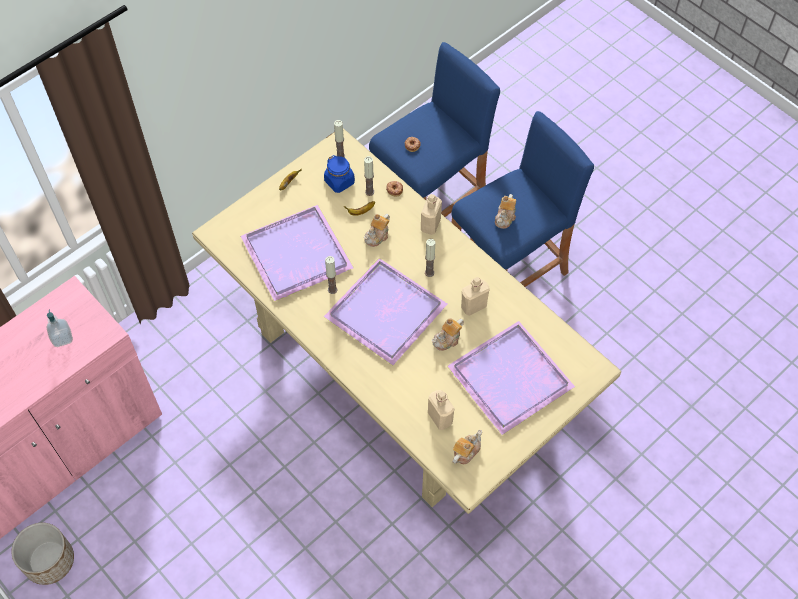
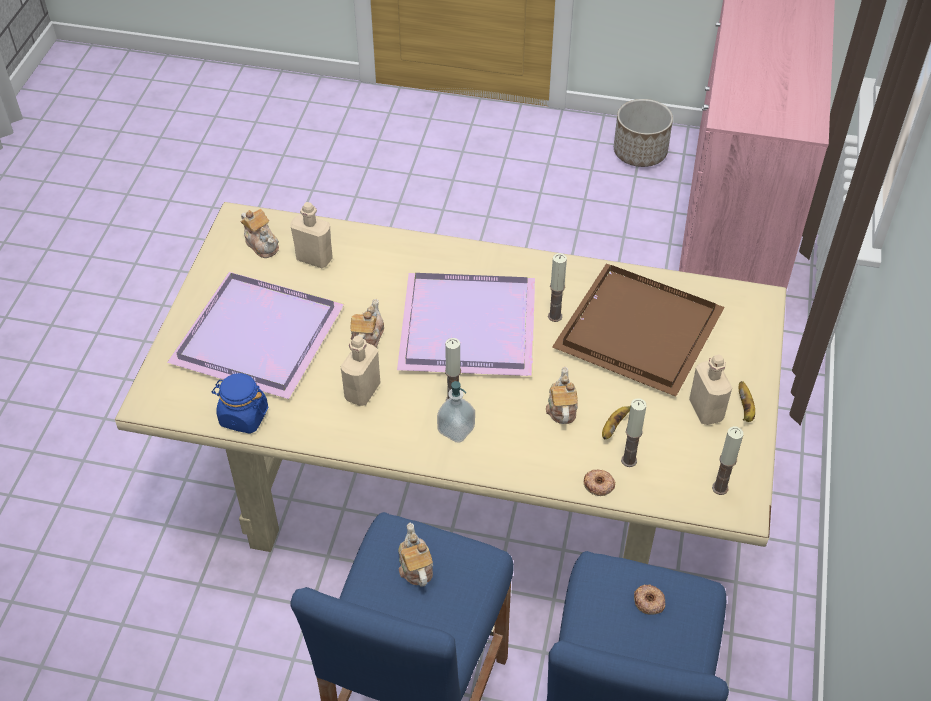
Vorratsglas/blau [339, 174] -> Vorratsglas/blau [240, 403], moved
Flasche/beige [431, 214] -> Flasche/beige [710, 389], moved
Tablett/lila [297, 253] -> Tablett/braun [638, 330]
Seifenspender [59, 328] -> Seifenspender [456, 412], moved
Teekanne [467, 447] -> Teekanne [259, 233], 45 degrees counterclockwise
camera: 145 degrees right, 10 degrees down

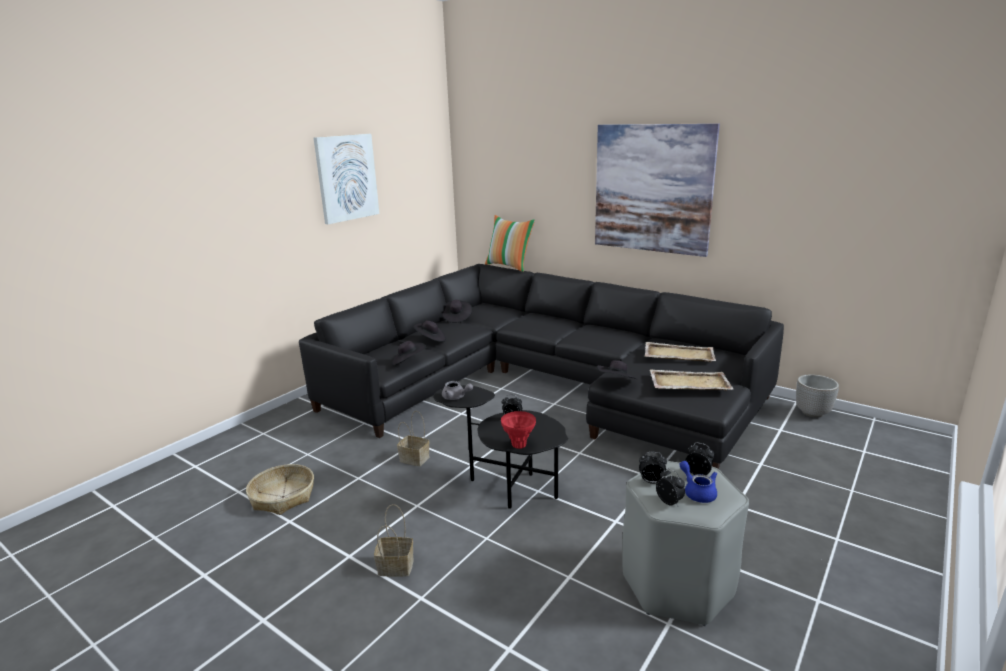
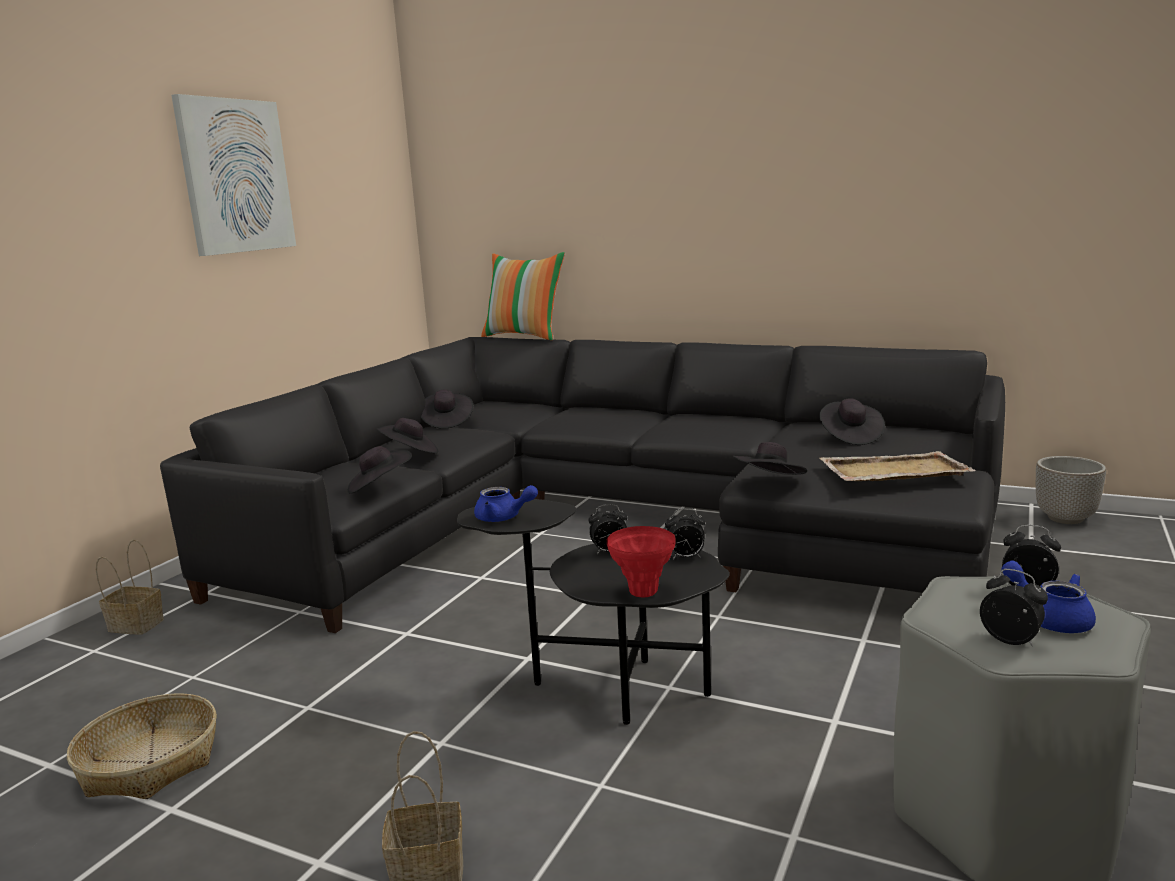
Bild [657, 190] -> none
Tablett/beige [680, 352] -> Hut/schwarz [852, 421]
Teekanne/grau [457, 390] -> Teekanne/blau [506, 503]
Korb [413, 438] -> Korb [130, 586], moved
Wecker [653, 468] -> Wecker [685, 533], moved
camera: 10 degrees left, 5 degrees down

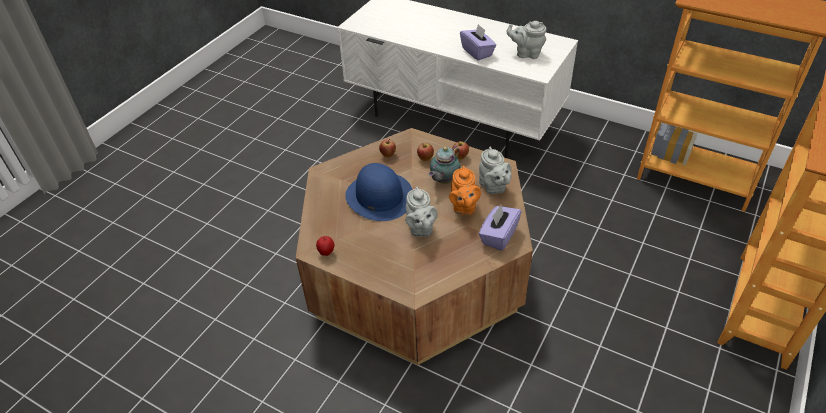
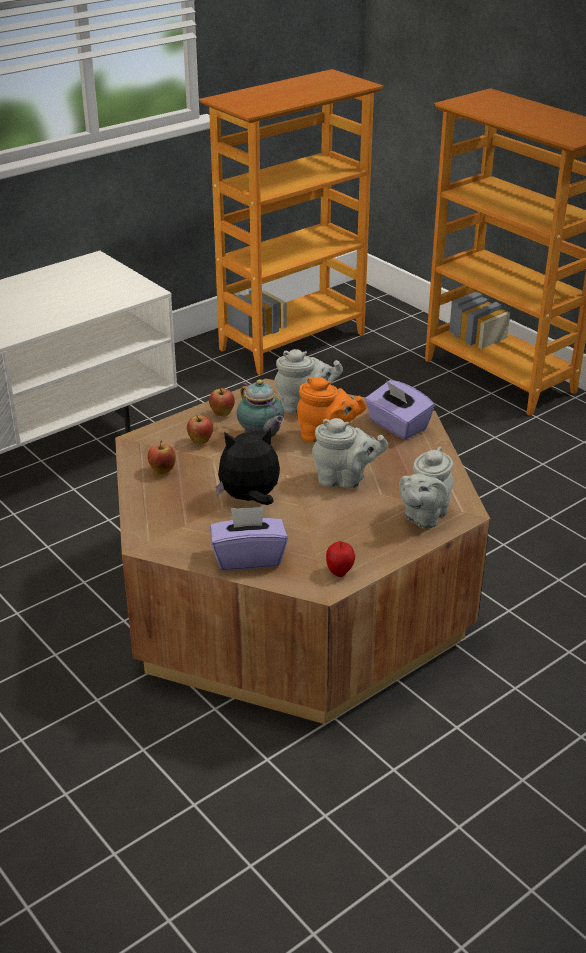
Teekanne/grau [526, 40] -> Teekanne/grau [426, 488], moved
Taschentuchbox/lila [478, 42] -> Taschentuchbox/lila [249, 539], moved
Hut/blau [379, 192] -> Plüschtier [248, 466]
camera: 70 degrees left, 10 degrees down

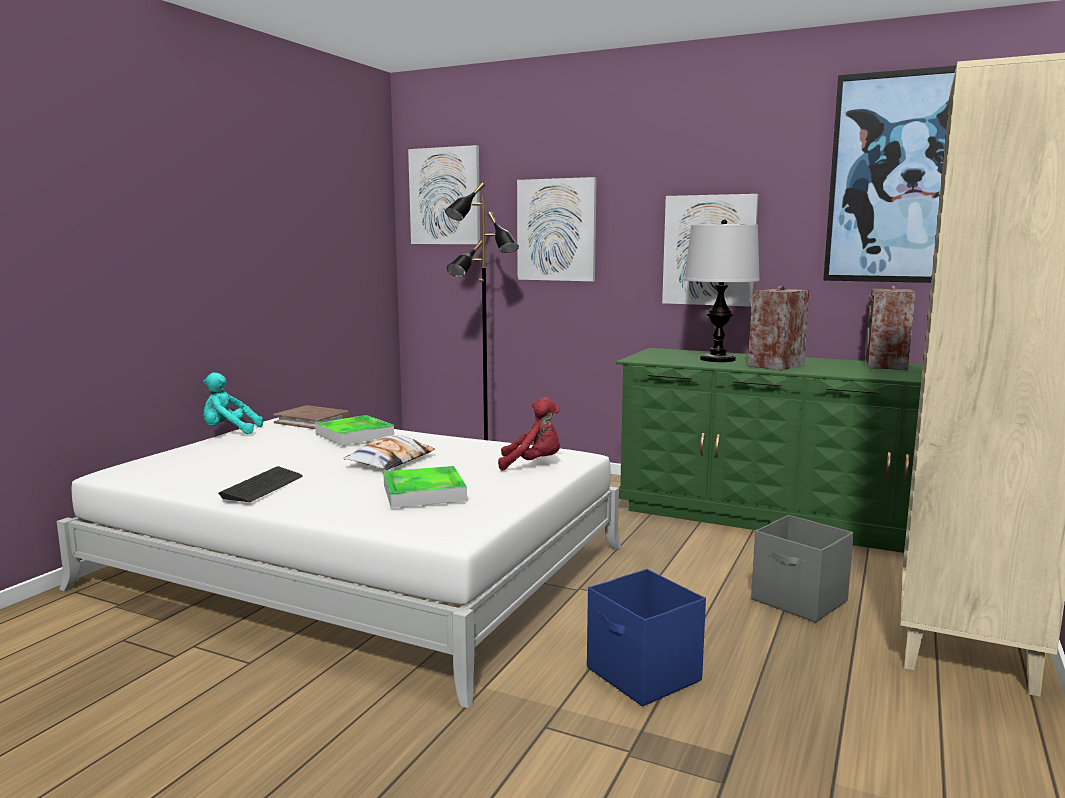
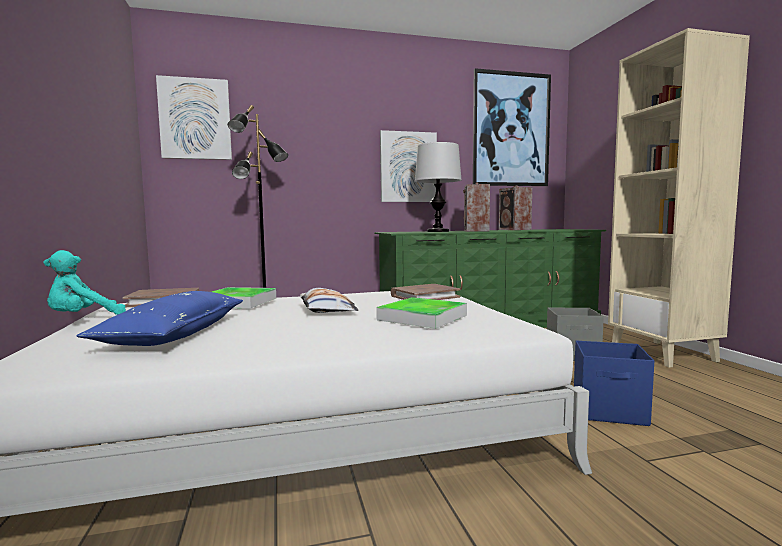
Bild [557, 229] -> none
Plüschtier/rot [529, 434] -> Buch/braun [425, 292]
Tastatur [261, 484] -> none
none -> Kissen/blau [159, 318]
camera: 40 degrees left, 5 degrees down

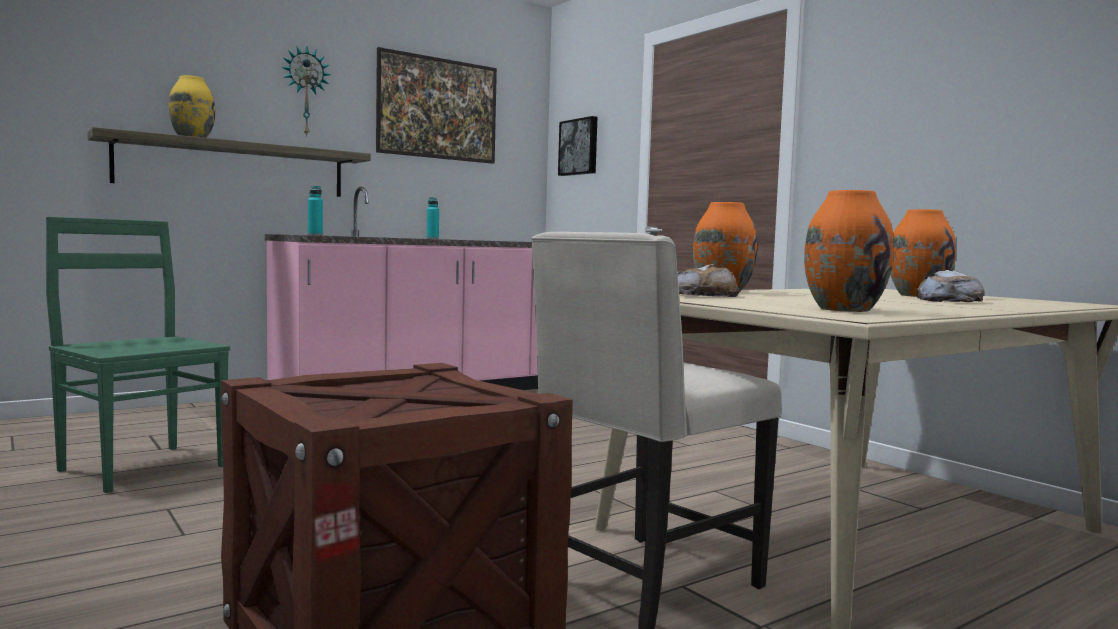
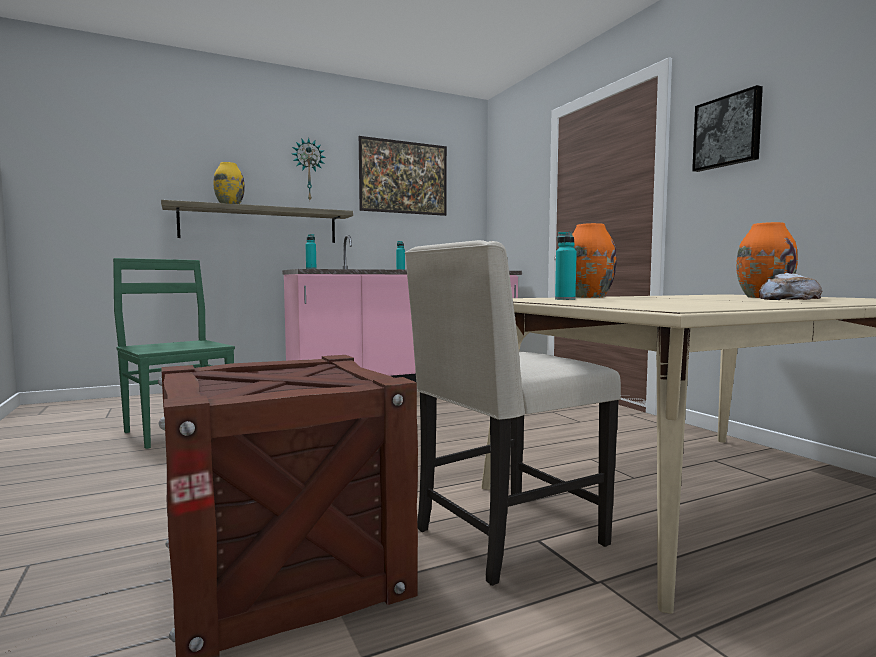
Bild [577, 146] -> Bild [727, 128], moved
Vase/orange [849, 251] -> none
Brot [709, 280] -> Flasche/türkis [566, 265]
camera: 10 degrees right, 0 degrees up

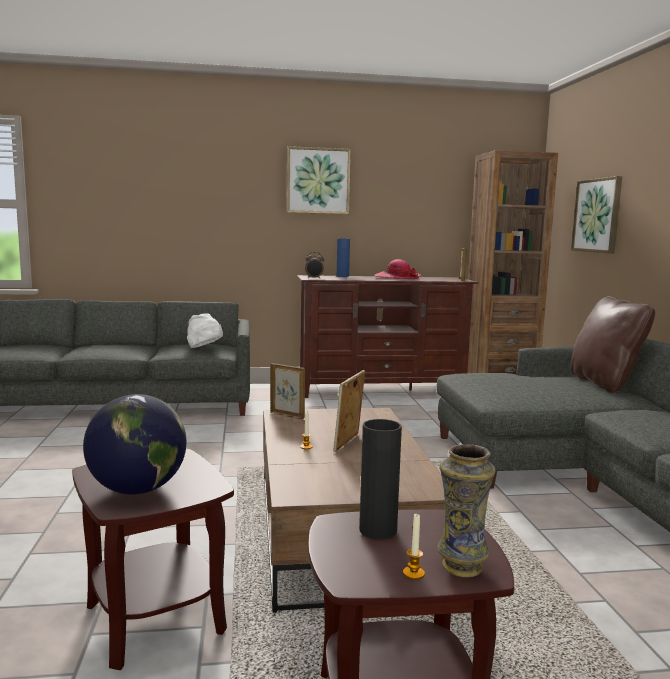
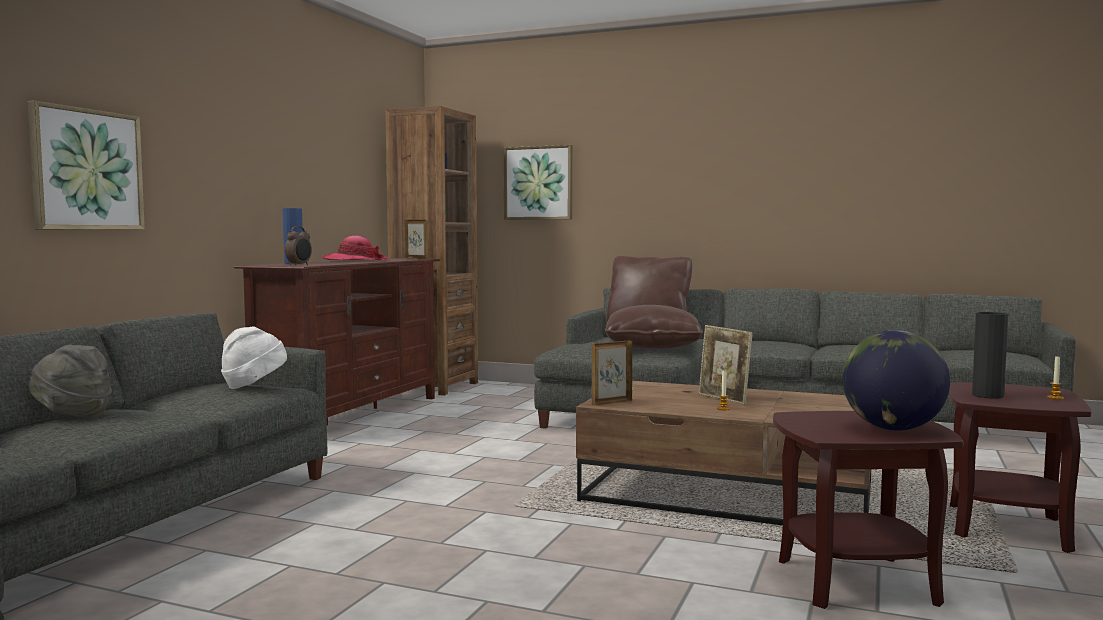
Bild [318, 180] -> Bild [86, 165], moved
Vase [467, 511] -> none
none -> Kissen/braun [653, 327]
none -> Hut/grau [70, 381]
camera: 60 degrees left, 5 degrees down

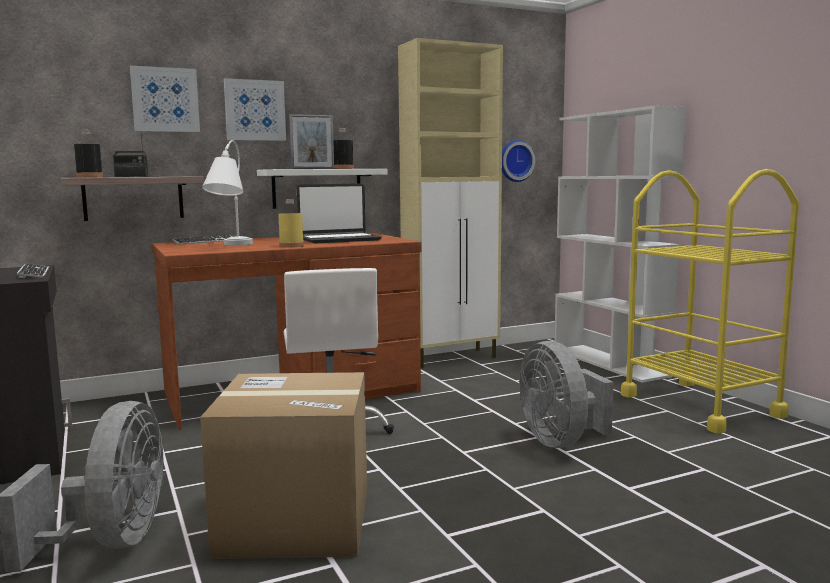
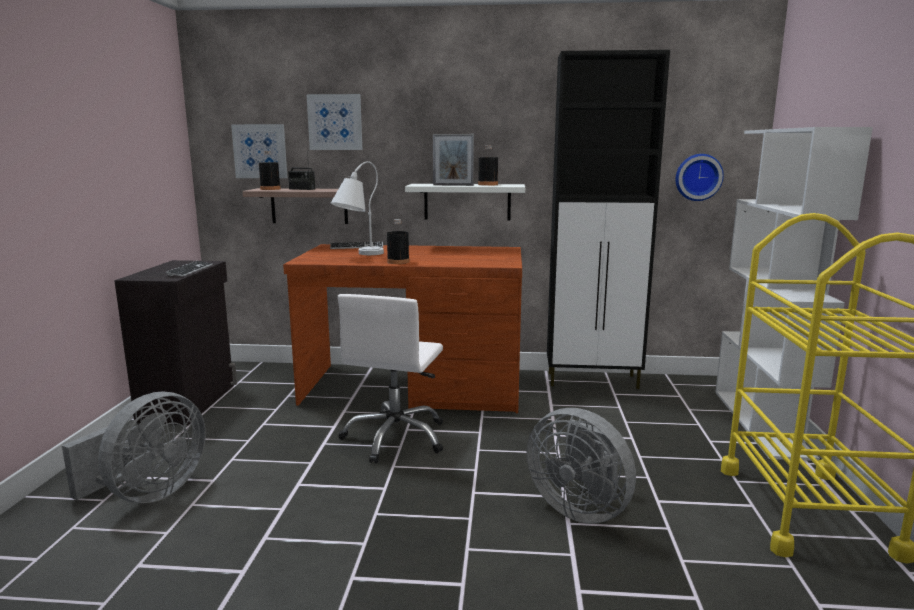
Schrank/beige [450, 203] -> Schrank/schwarz [608, 219]
Bild [255, 109] -> Bild [259, 151], moved
Laptop [339, 213] -> none
Flasche/gelb [291, 223] -> Flasche/schwarz [398, 241]
Ventilator/grau [566, 394] -> Ventilator/grau [581, 466], 60 degrees counterclockwise
Karton [283, 465] -> none
camera: 30 degrees right, 5 degrees up

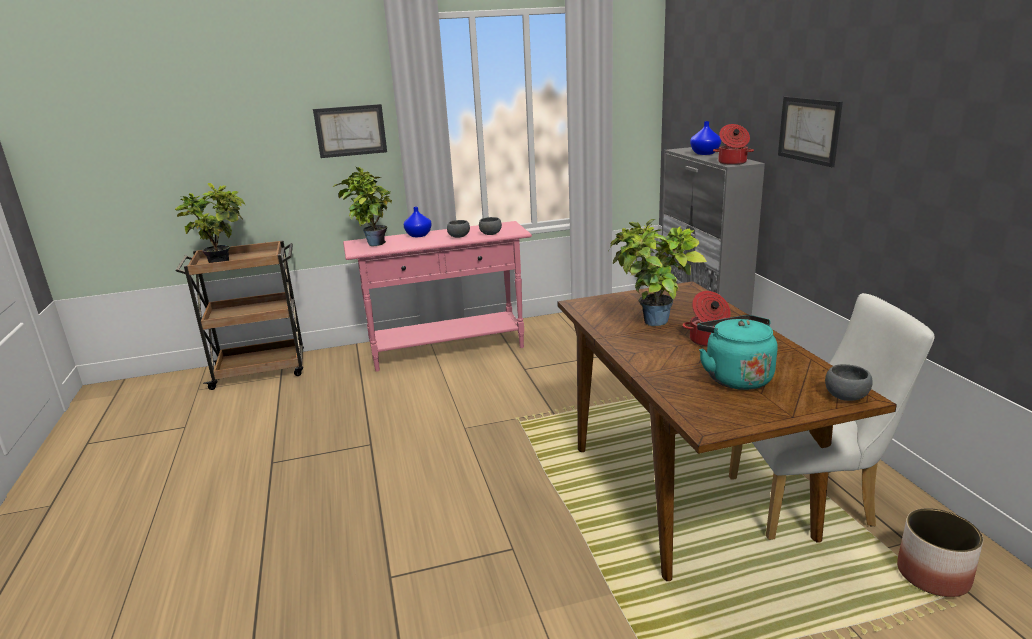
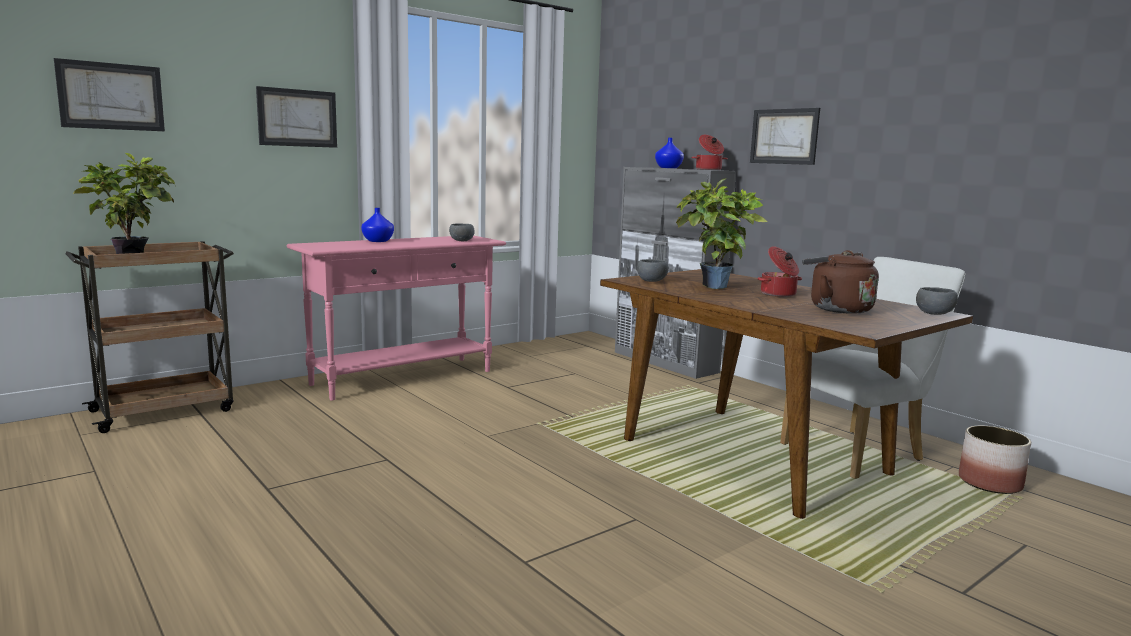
Topfpflanze [362, 206] -> none
Schüssel/grau [458, 229] -> Schüssel/grau [653, 270], moved
Wasserkessel/türkis [737, 352] -> Wasserkessel/braun [840, 282]
none -> Bild [109, 94]
camera: 25 degrees left, 10 degrees down

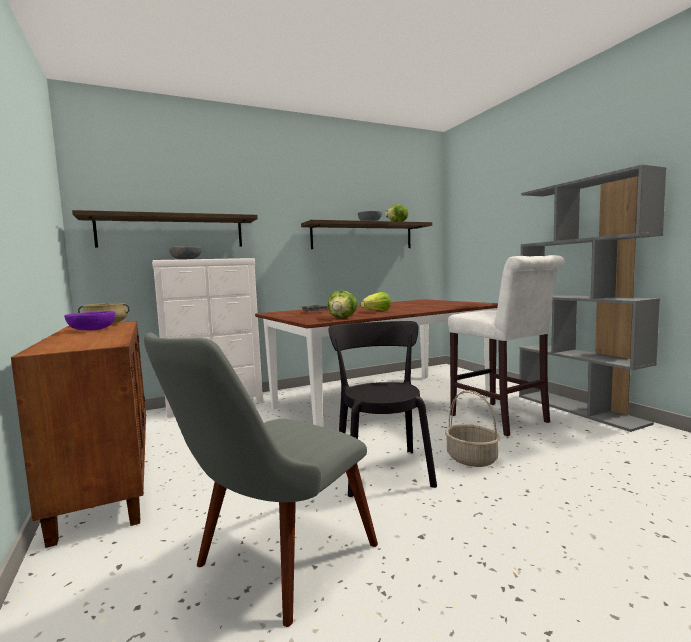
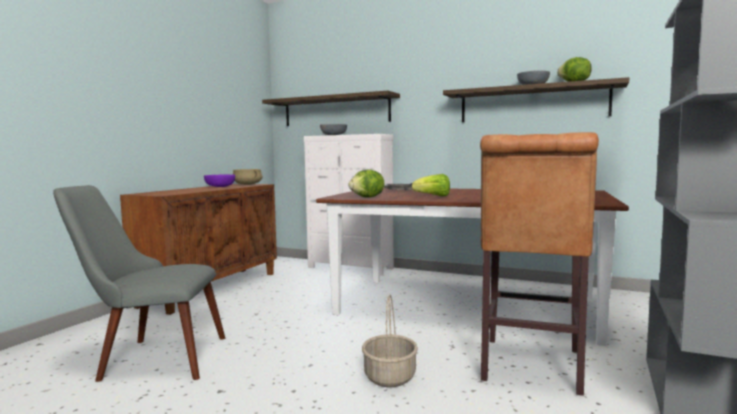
Hocker/weiß [506, 346] -> Hocker/braun [539, 264]
Stuhl/schwarz [382, 409] -> none
camera: 50 degrees right, 0 degrees up

